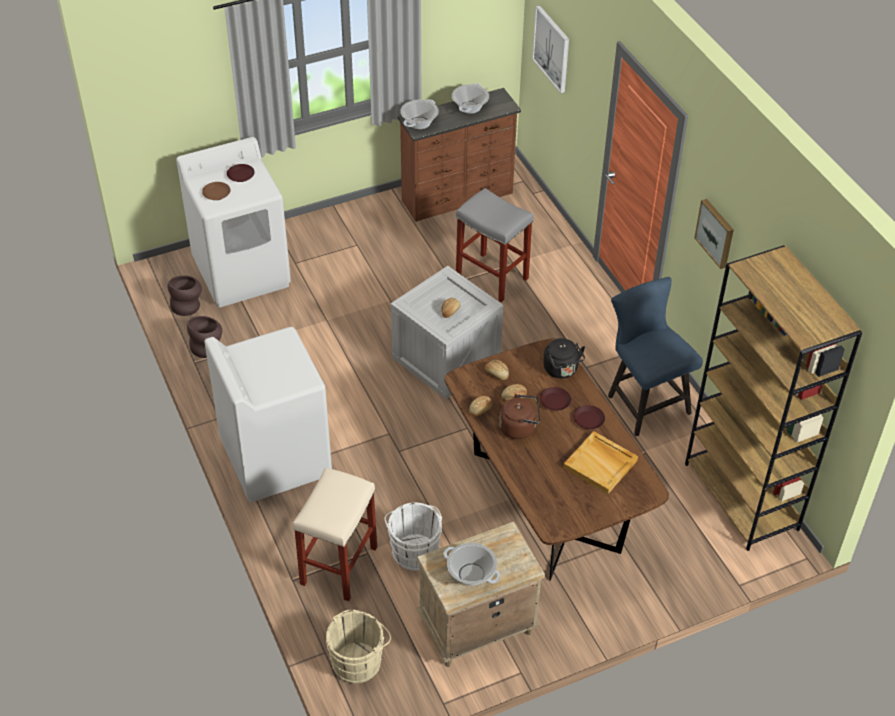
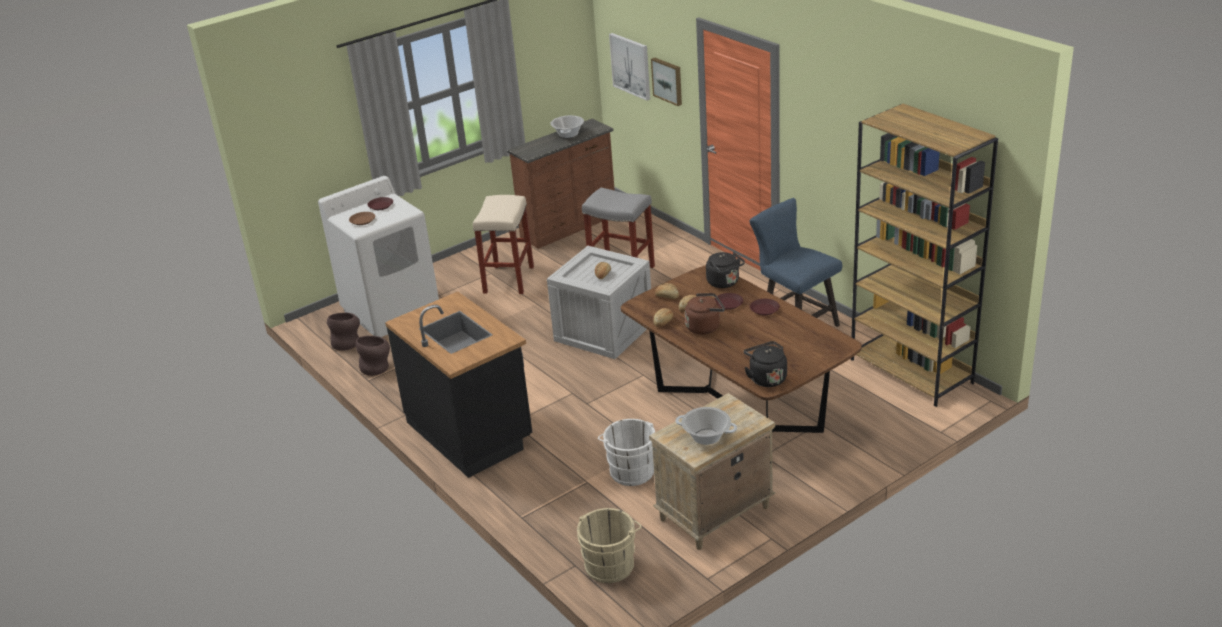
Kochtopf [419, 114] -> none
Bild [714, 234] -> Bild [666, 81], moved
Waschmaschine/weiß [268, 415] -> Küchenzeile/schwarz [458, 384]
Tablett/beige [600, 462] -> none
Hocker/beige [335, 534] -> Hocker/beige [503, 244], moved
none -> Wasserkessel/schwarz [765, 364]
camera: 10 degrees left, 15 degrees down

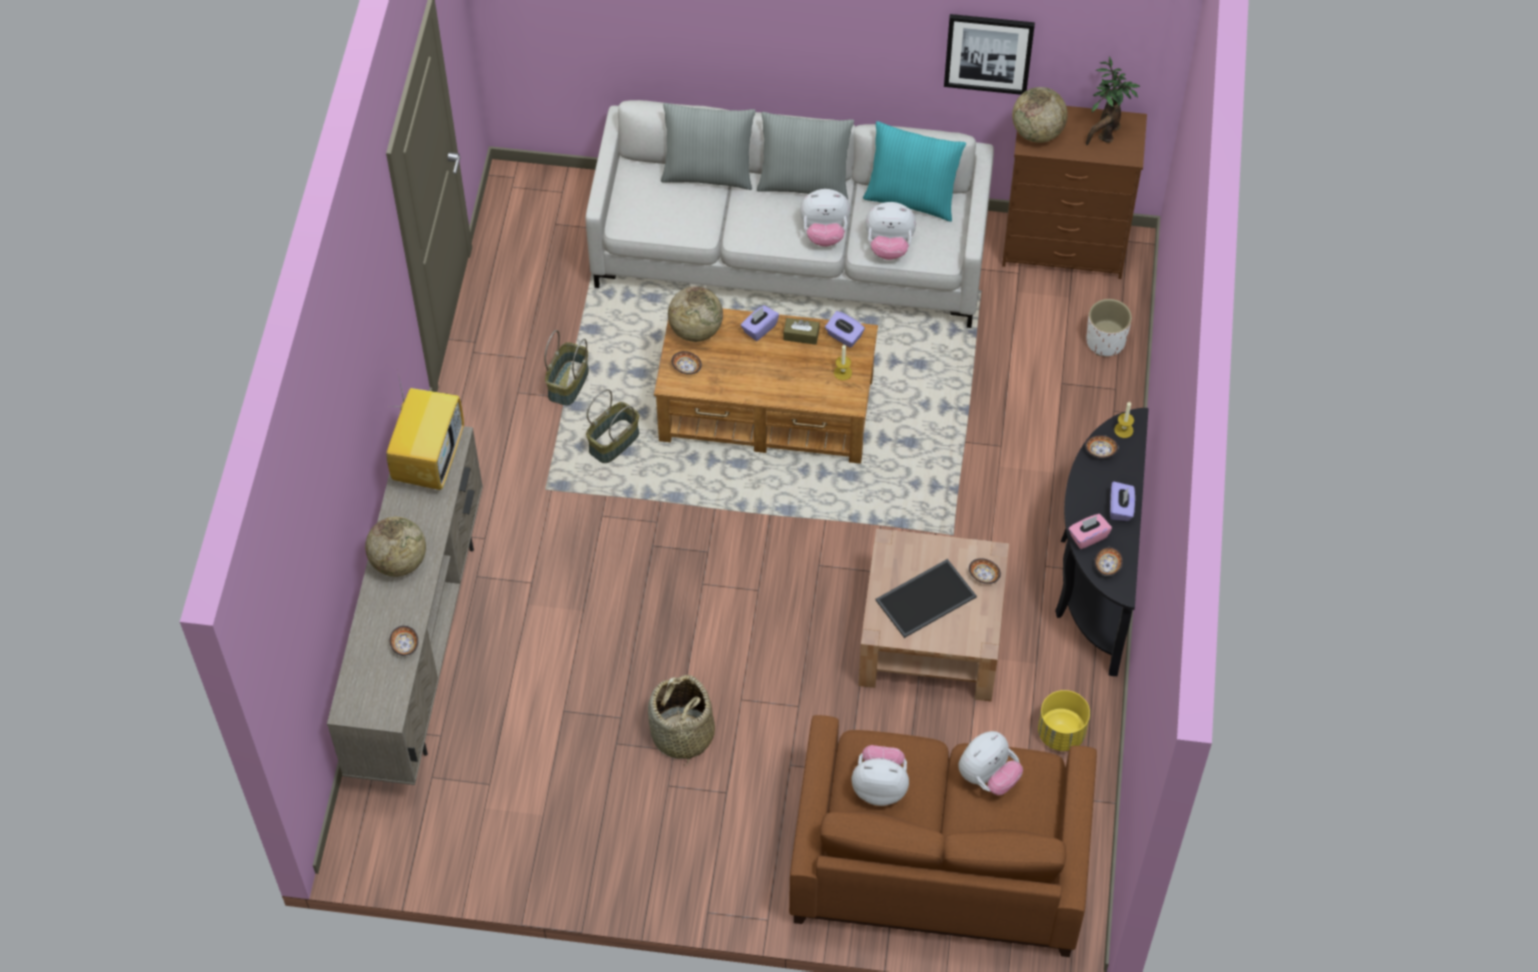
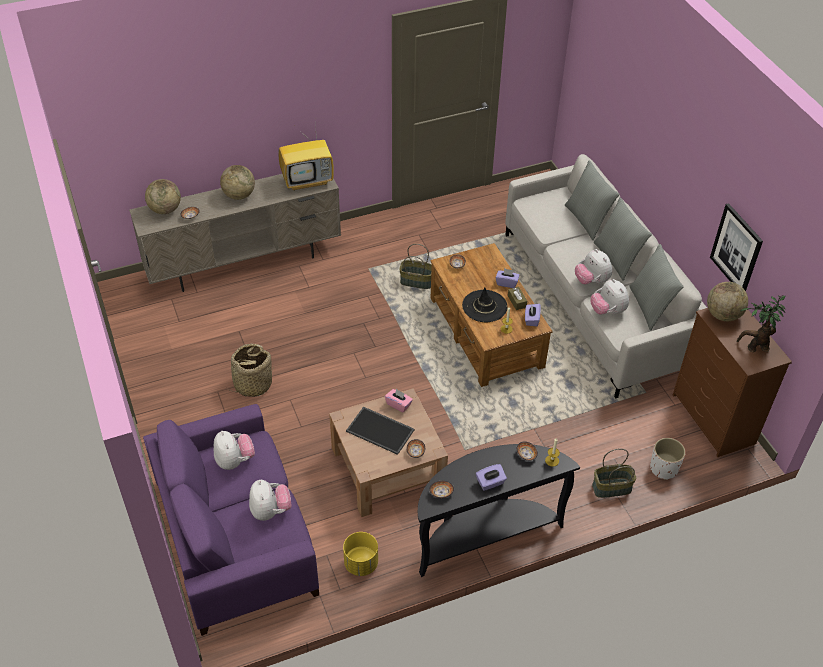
Kissen/türkis [914, 171] -> Kissen/grau [656, 287]
Globus [695, 314] -> Globus [163, 196], moved
Korb [566, 368] -> Korb [614, 473], moved
Taschentuchbox/rosa [1090, 531] -> Taschentuchbox/rosa [399, 401], moved
Sofa/braun [943, 836] -> Sofa/lila [231, 520]
Plüschtier [990, 763] -> Plüschtier [270, 500], 120 degrees counterclockwise
none -> Hut/schwarz [484, 305]
camera: 60 degrees right, 10 degrees down

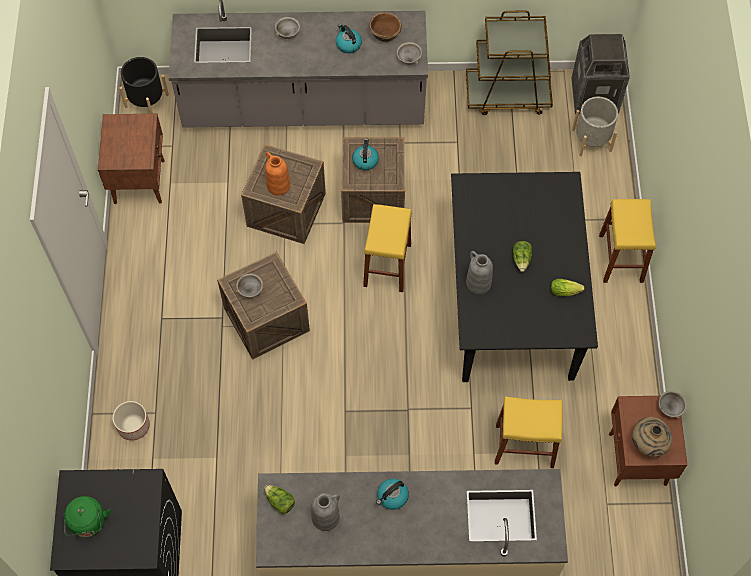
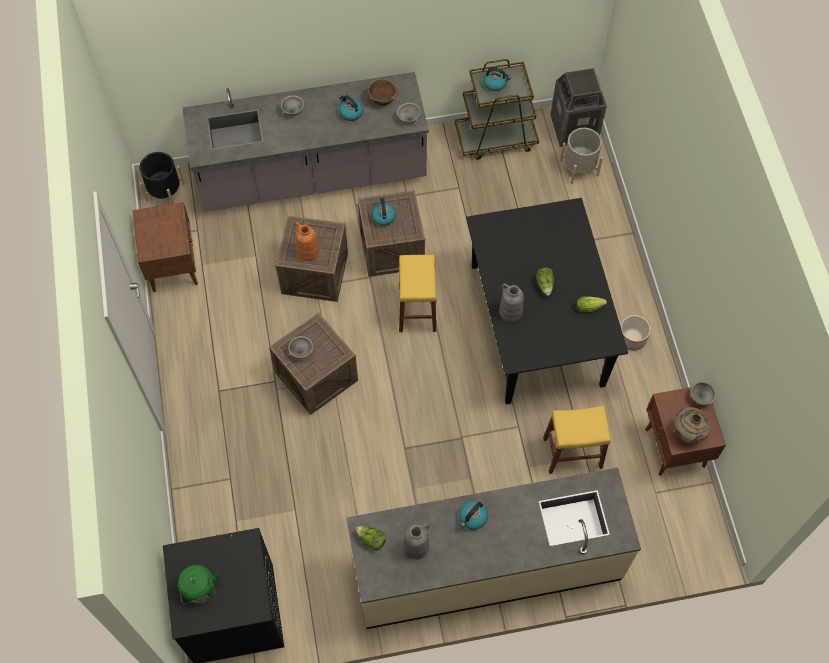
Hocker/gelb [627, 241] -> none
Pflanzkübel [131, 421] -> Pflanzkübel [635, 332], moved
none -> Wasserkessel [497, 79]
camera: 10 degrees left, 0 degrees up

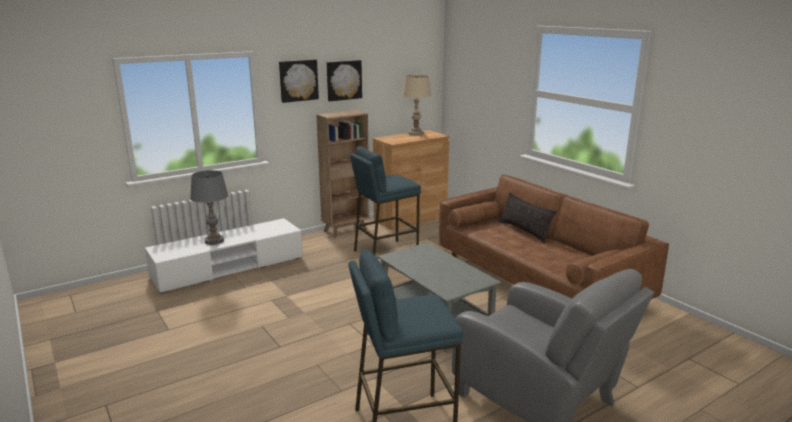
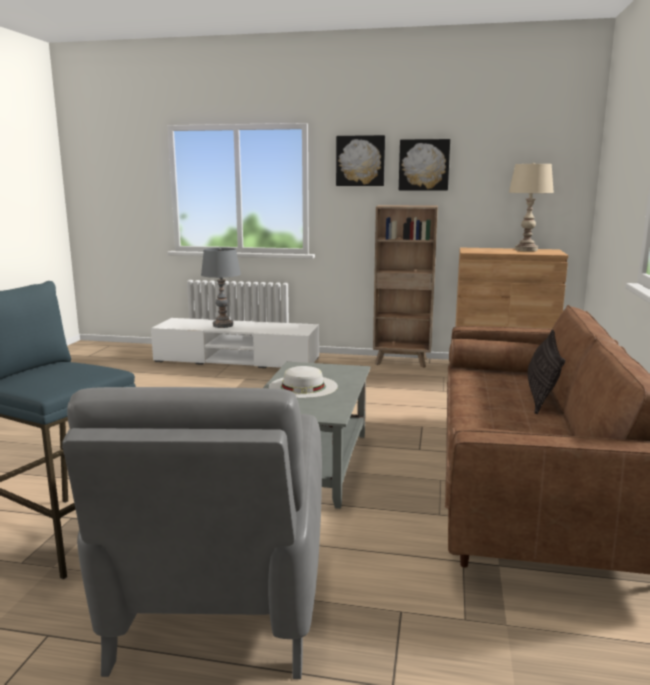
Hocker/blau [385, 200] -> none
none -> Hut/weiß [303, 382]
camera: 45 degrees right, 5 degrees down

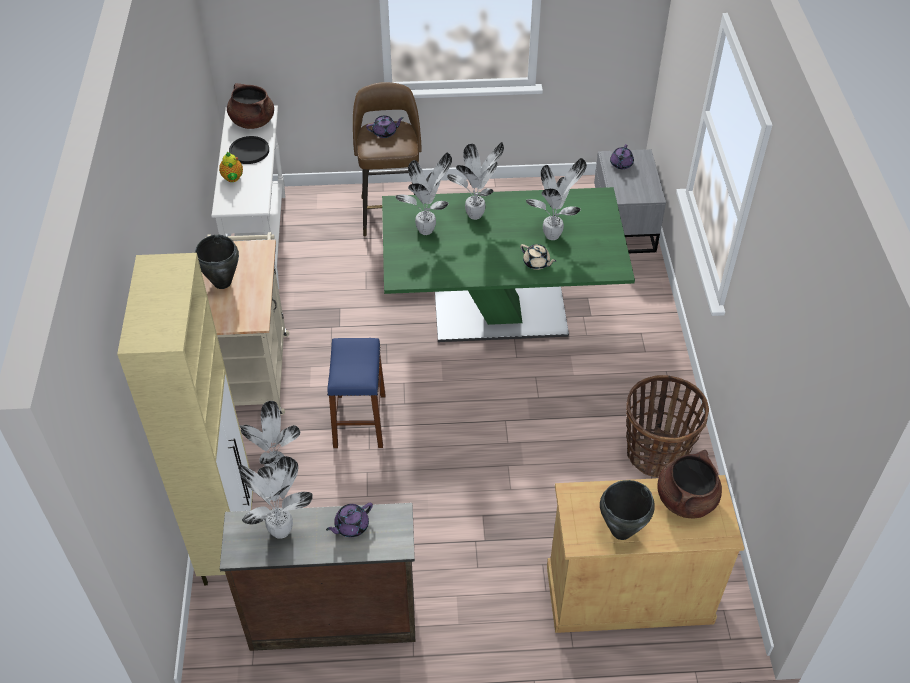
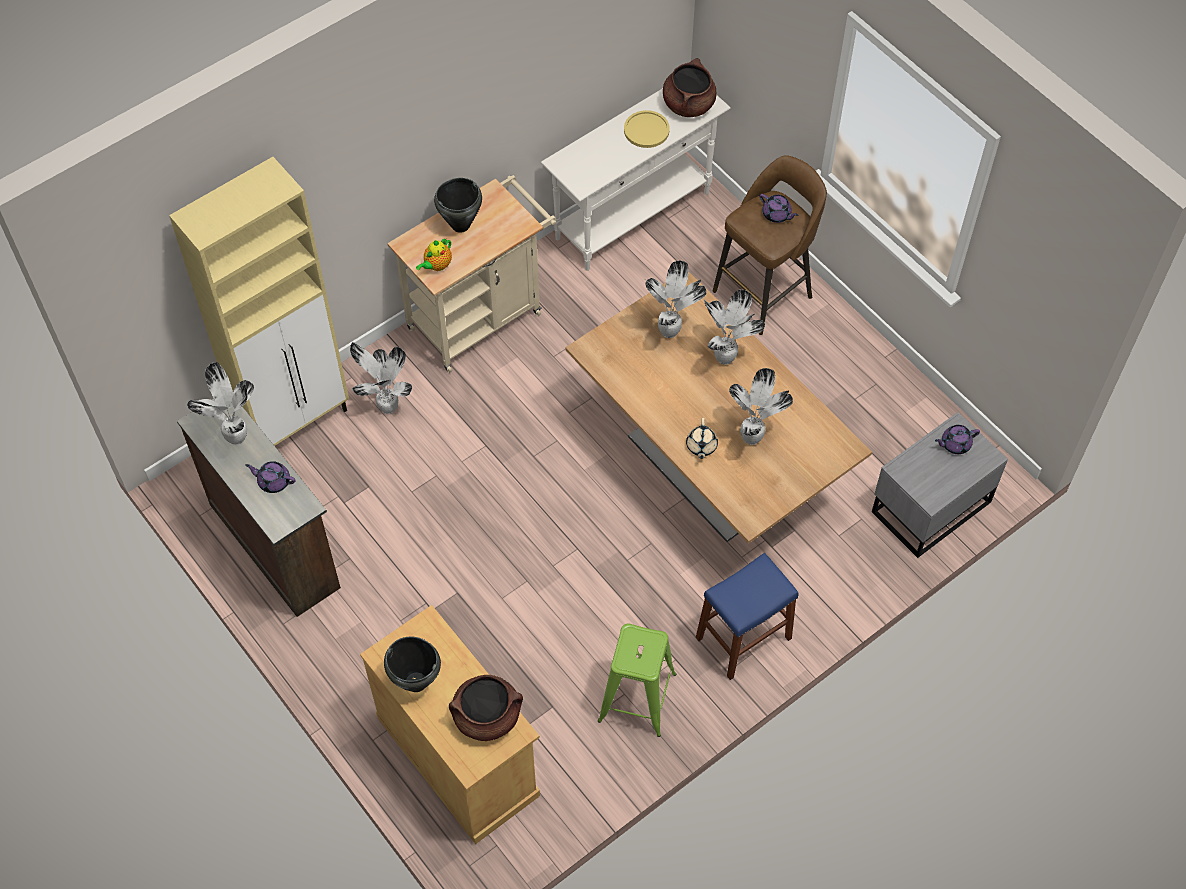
Teller/schwarz [249, 150] -> Teller/gelb [647, 129]
Teekanne [231, 167] -> Teekanne [434, 254], moved
Esstisch/grün [508, 264] -> Esstisch/braun [718, 408]
Hocker/blau [356, 393] -> Hocker/blau [747, 616], moved
Korb [667, 426] -> Hocker/grün [637, 680]
camera: 55 degrees right, 10 degrees up

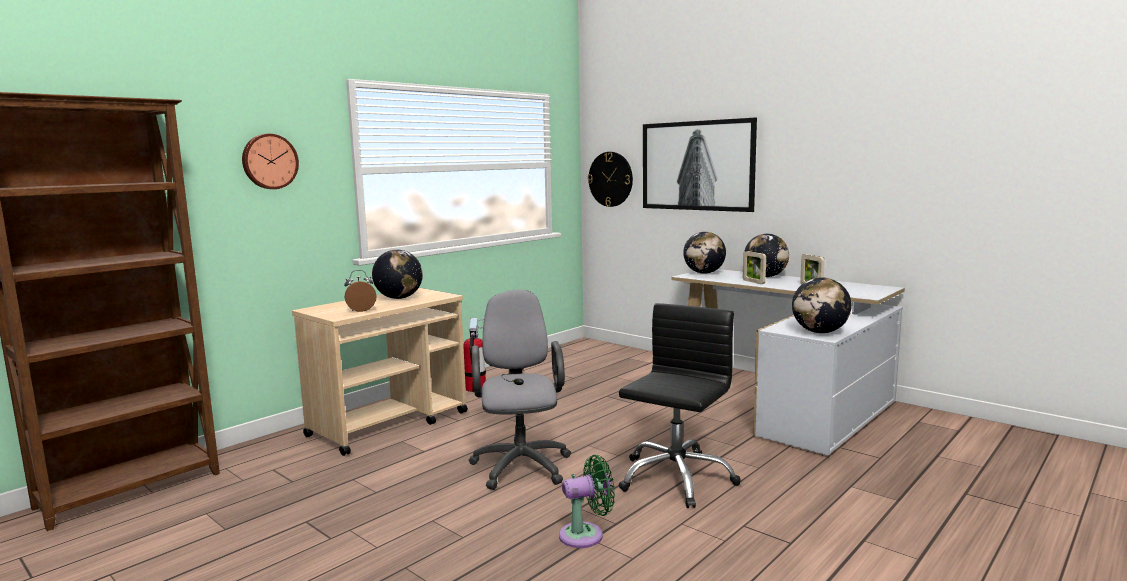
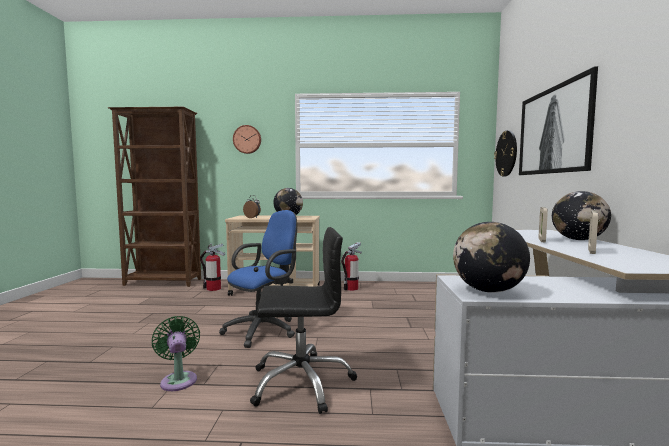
Globus [704, 253] -> none
Bürostuhl/grau [520, 389] -> Bürostuhl/blau [258, 279]
Ventilator/grün [587, 501] -> Ventilator/grün [176, 353], 150 degrees counterclockwise
none -> Feuerlöscher [212, 267]
camera: 50 degrees right, 5 degrees down

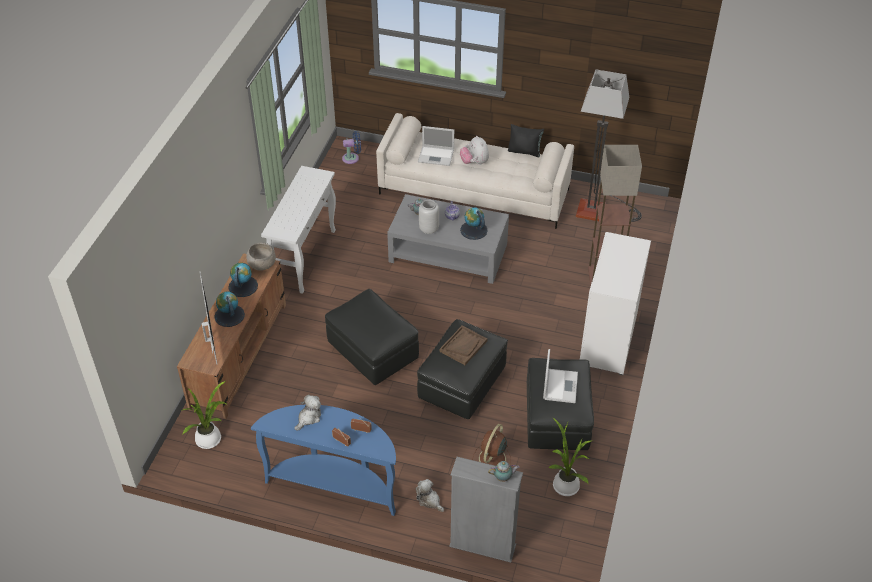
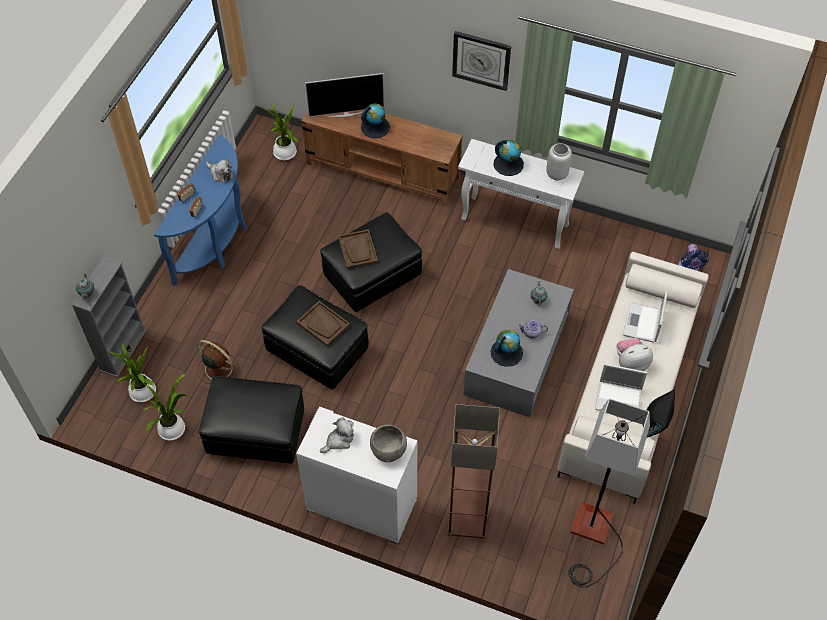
Vase/grau [429, 217] -> Vase/grau [559, 161], moved
Schüssel/grau [261, 257] -> Schüssel/grau [388, 443], moved
Globus [243, 279] -> Globus [508, 158], moved
Laptop [560, 376] -> Laptop [621, 387], moved
Plüschtier [430, 495] -> Plüschtier [337, 435], moved
none -> Wanduhr [481, 61]
none -> Tablett/braun [358, 249]
none -> Topfpflanze [132, 372]
camera: 95 degrees right, 10 degrees up

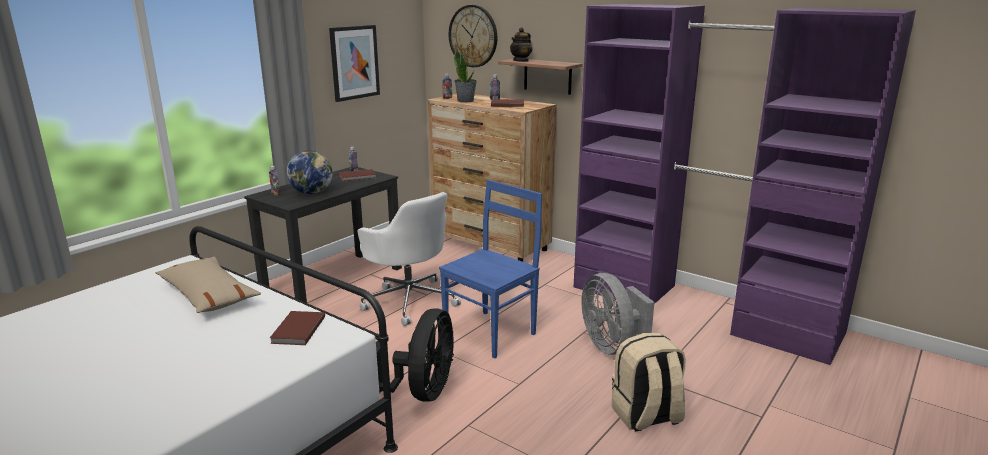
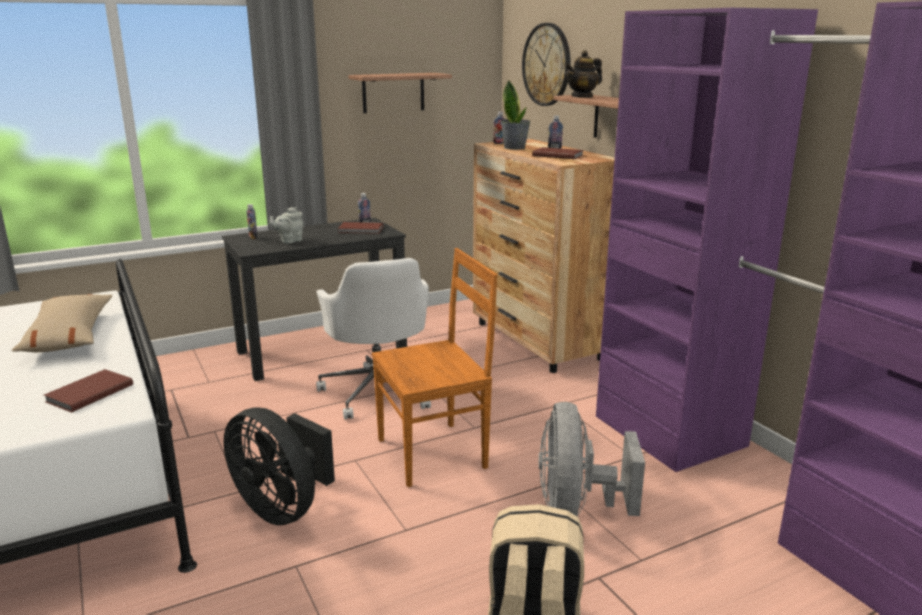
Bild [354, 63] -> Wandregal [400, 93]
Globus [310, 172] -> Teekanne/grau [286, 225]
Stuhl/blau [490, 269] -> Stuhl/braun [435, 367]
Ventilator/schwarz [415, 355] -> Ventilator/schwarz [279, 466], 90 degrees clockwise
camera: 25 degrees right, 0 degrees up

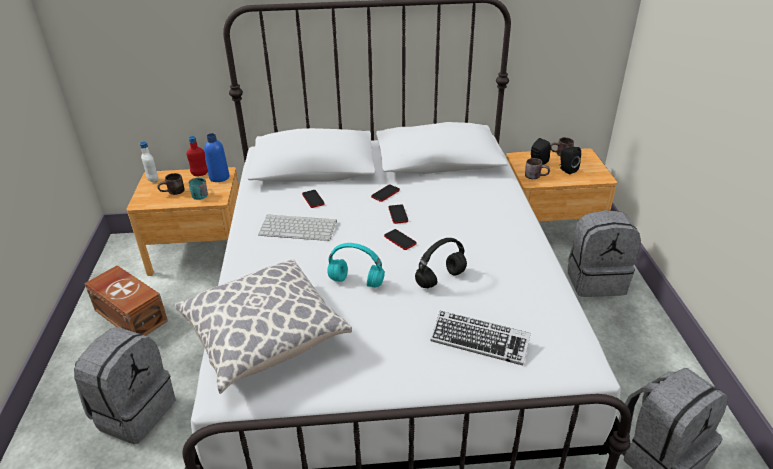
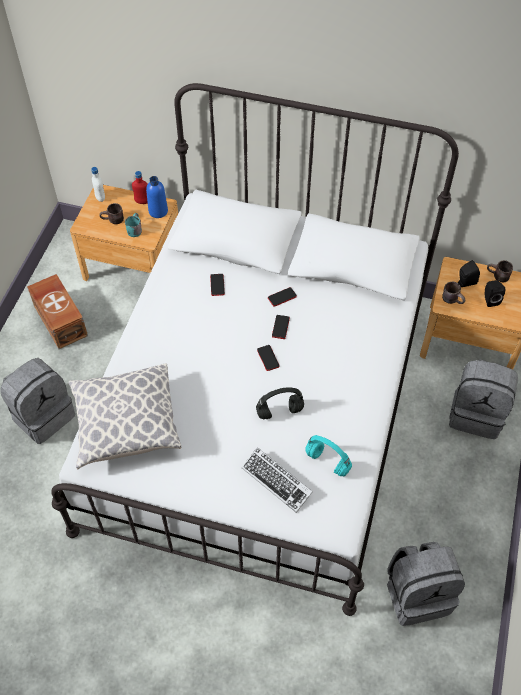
Tastatur [297, 227] -> none
Kopfhörer/türkis [356, 265] -> Kopfhörer/türkis [328, 455], moved
camera: 20 degrees right, 20 degrees up

